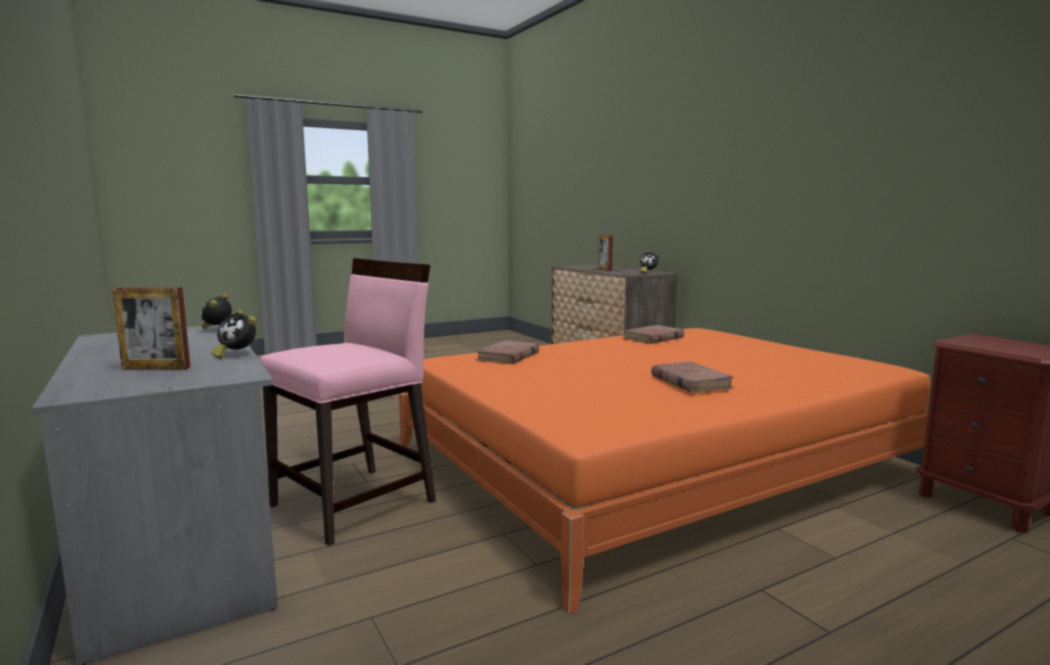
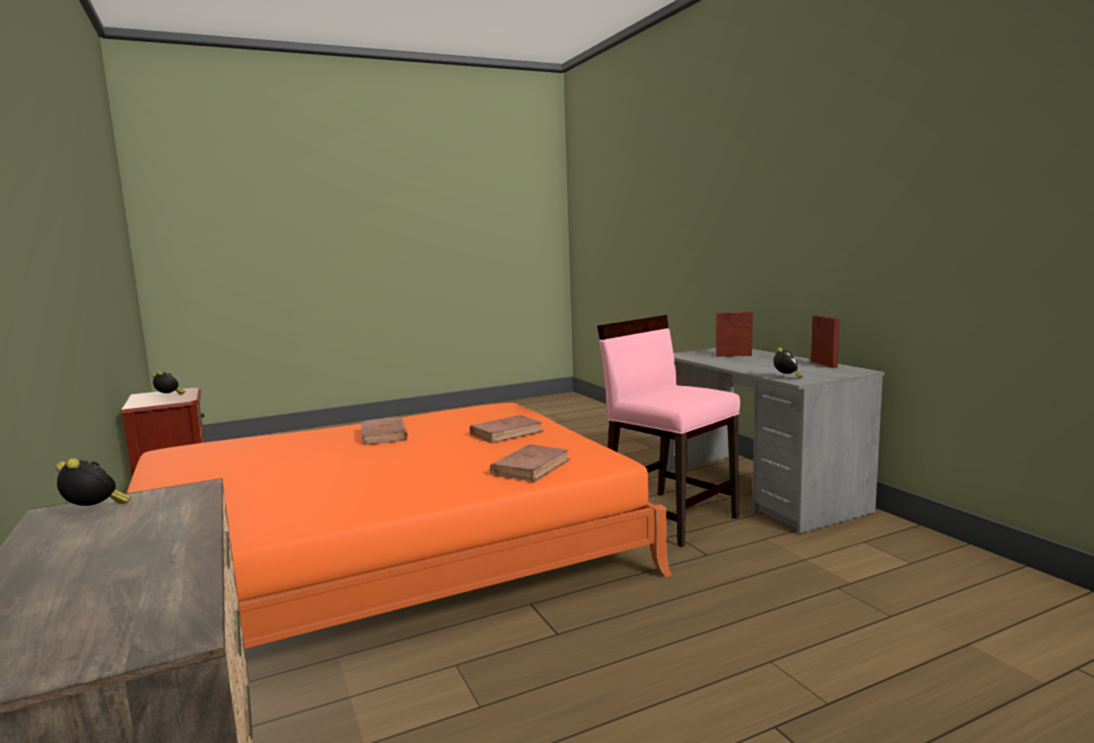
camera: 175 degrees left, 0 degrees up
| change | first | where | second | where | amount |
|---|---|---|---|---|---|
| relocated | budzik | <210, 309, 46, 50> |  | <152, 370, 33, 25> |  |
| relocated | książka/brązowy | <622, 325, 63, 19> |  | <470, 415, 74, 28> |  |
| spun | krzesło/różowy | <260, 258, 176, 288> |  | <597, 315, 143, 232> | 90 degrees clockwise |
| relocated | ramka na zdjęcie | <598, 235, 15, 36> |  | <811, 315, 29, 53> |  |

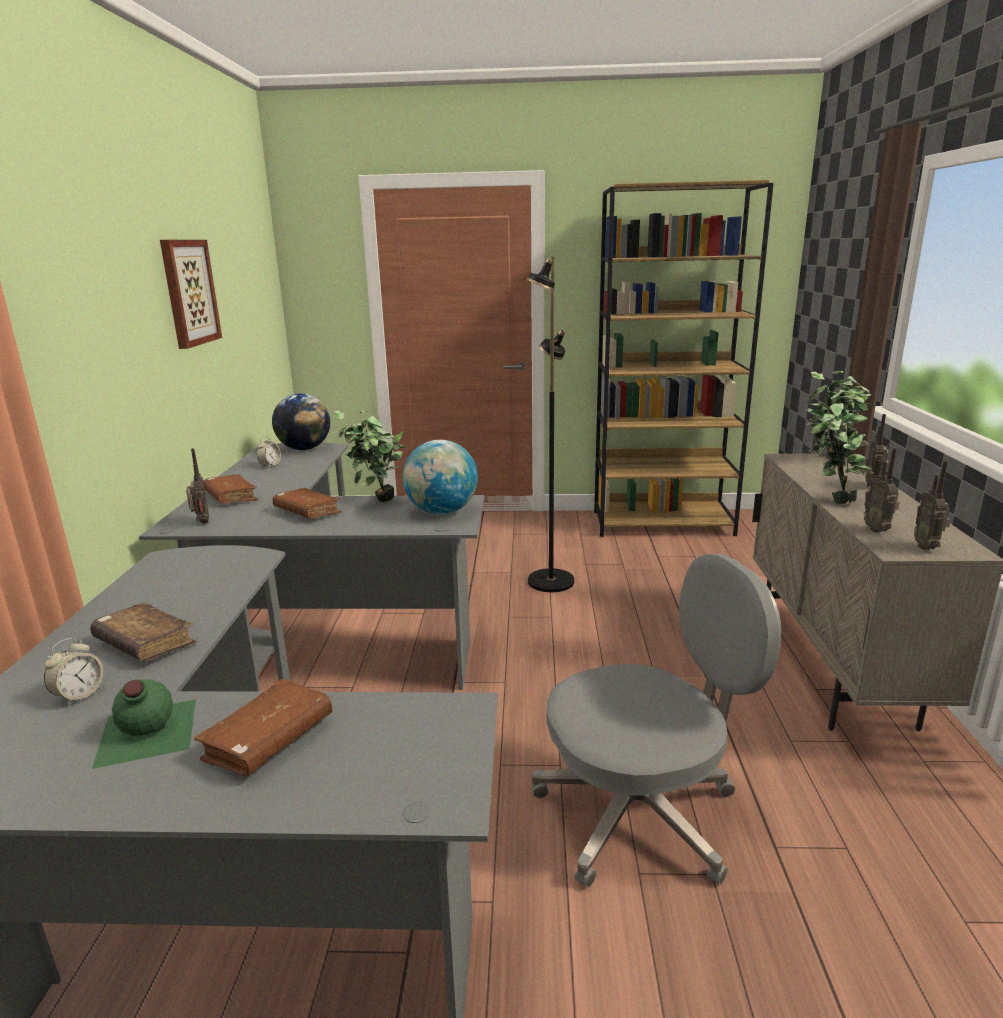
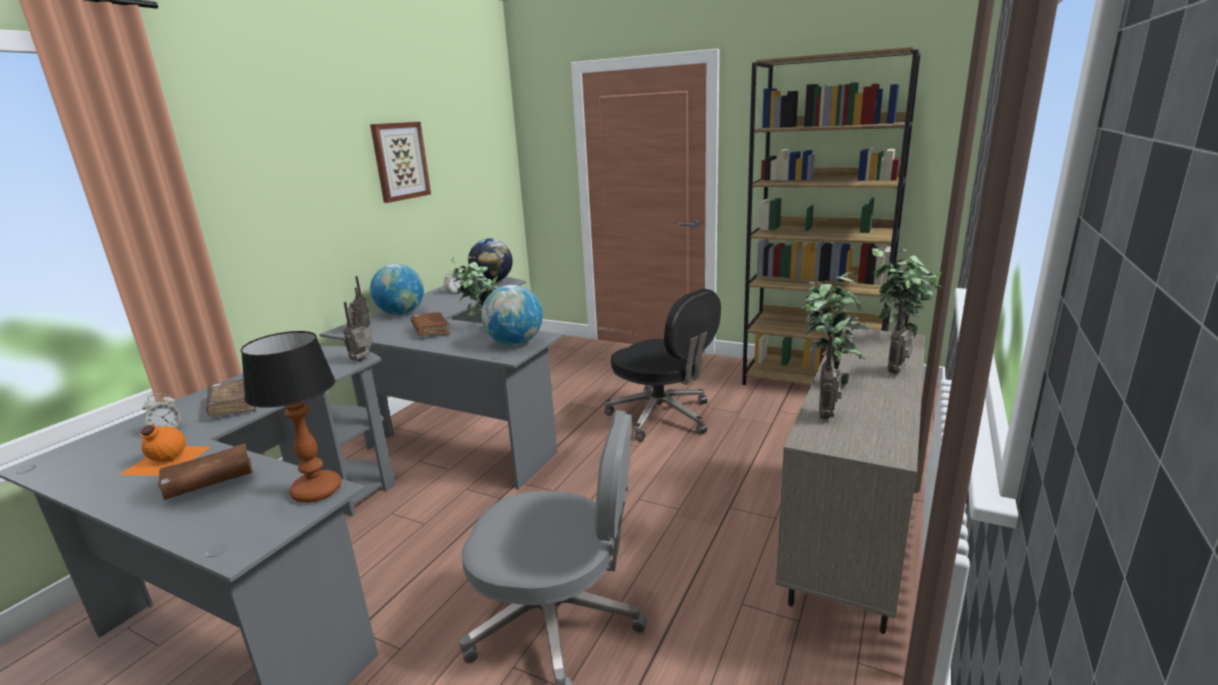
camera: 25 degrees right, 0 degrees up
| change | first | where | second | where | amount |
|---|---|---|---|---|---|
| colour | butelka/zielony | <92, 679, 104, 90> | butelka/pomarańczowy | <120, 425, 90, 51> |  |
| appeared |  |  | lampa stołowa | <241, 331, 100, 172> |  |
| relocated | radio | <914, 460, 37, 90> |  | <343, 302, 30, 59> |  |
| exchanged | książka/brązowy | <203, 474, 55, 30> | globus | <370, 264, 54, 51> |  |
| exchanged | lampa stojąca/czarny | <526, 257, 48, 335> | krzesło biurowe/czarny | <605, 288, 116, 153> |  |

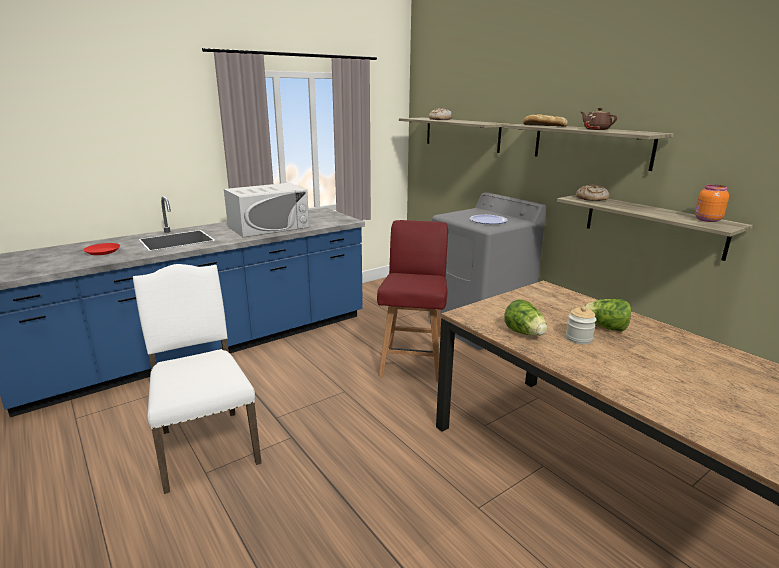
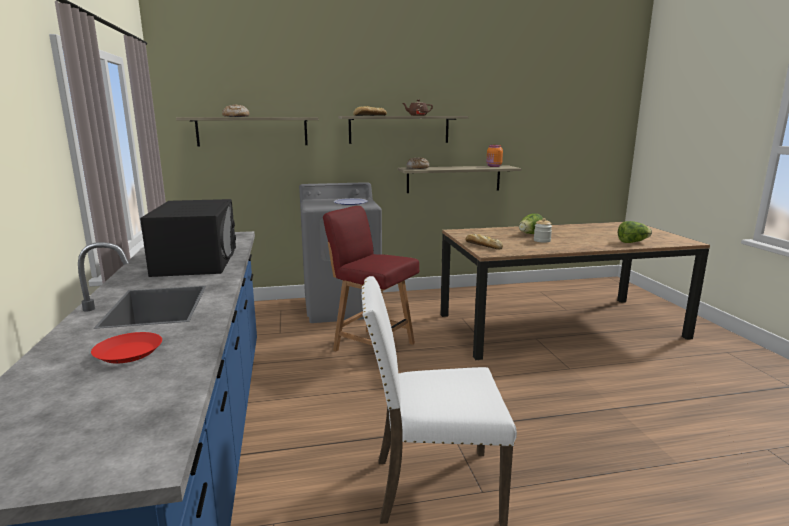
camera: 65 degrees left, 5 degrees down
| change | first | where | second | where | amount |
|---|---|---|---|---|---|
| colour | mikrofalówka/biały | <224, 183, 85, 55> | mikrofalówka/czarny | <140, 199, 96, 78> |  |
| appeared |  |  | chleb | <465, 234, 38, 15> |  |
| relocated | sałata | <504, 299, 43, 37> |  | <618, 221, 34, 22> |  |

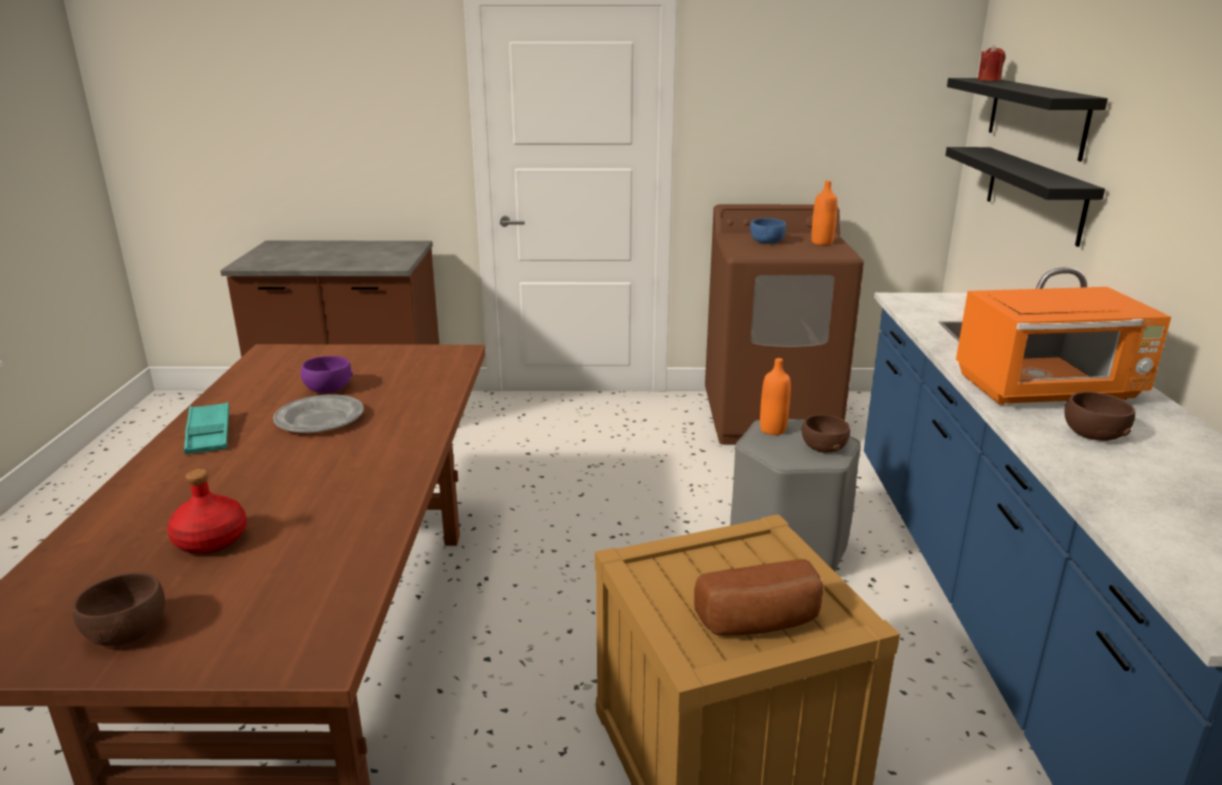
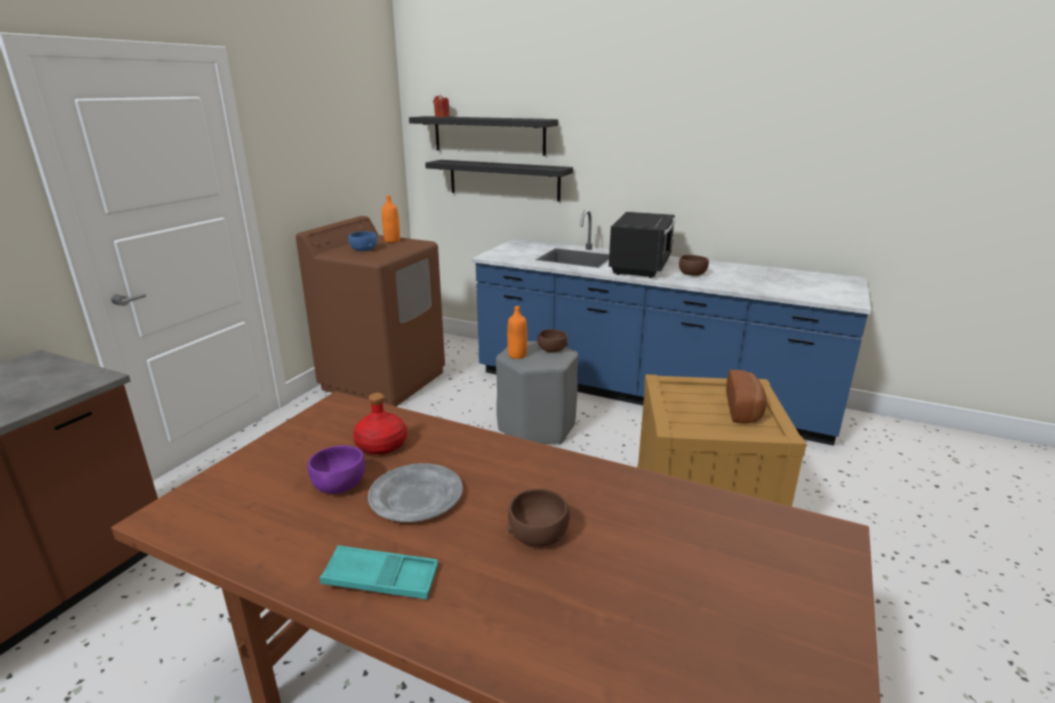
camera: 65 degrees left, 0 degrees up
| change | first | where | second | where | amount |
|---|---|---|---|---|---|
| relocated | butelka/czerwony | <167, 469, 80, 85> |  | <353, 393, 54, 62> |  |
| relocated | miska/brązowy | <72, 572, 93, 74> |  | <507, 489, 63, 58> |  |
| colour | mikrofalówka/pomarańczowy | <956, 287, 215, 118> | mikrofalówka/czarny | <609, 212, 66, 66> |  |

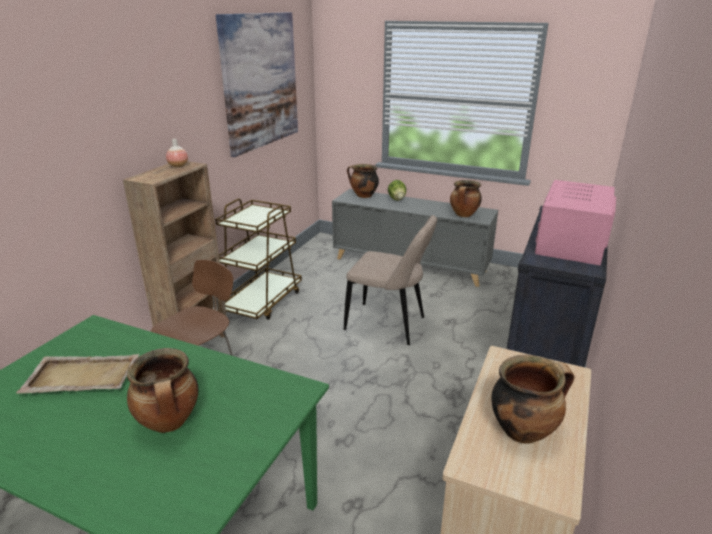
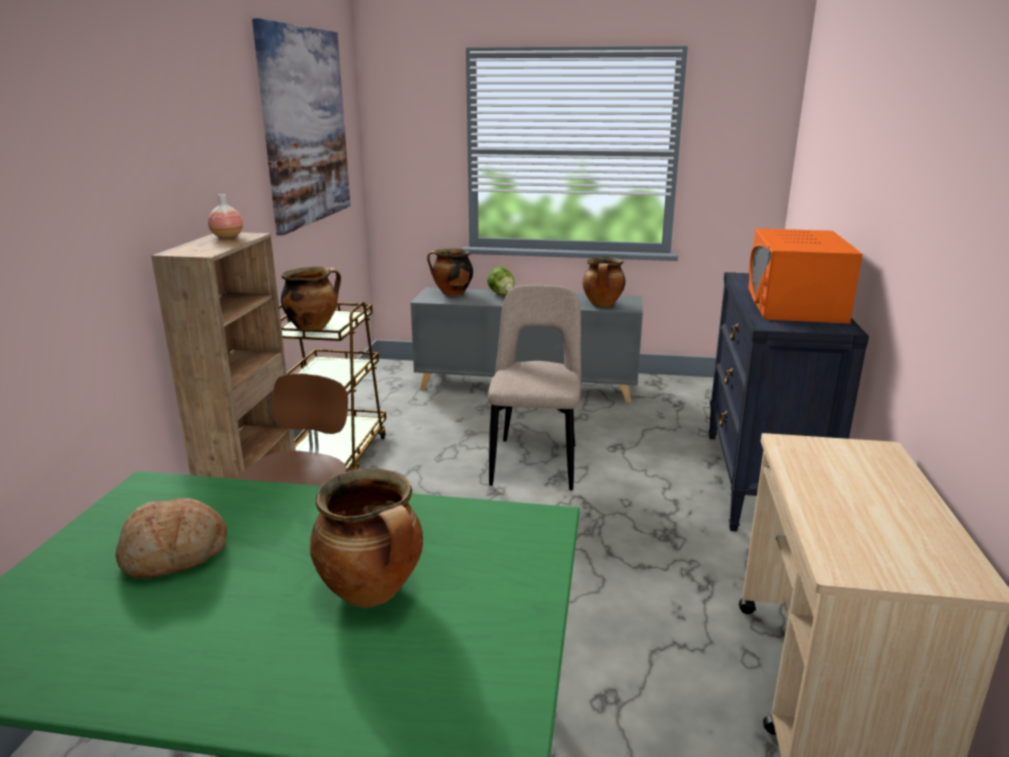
camera: 15 degrees left, 5 degrees down
| change | first | where | second | where | amount |
|---|---|---|---|---|---|
| exchanged | taca/beżowy | <16, 354, 124, 40> | chleb | <116, 498, 111, 80> |  |
| relocated | garnek | <491, 355, 84, 89> |  | <281, 267, 60, 65> |  |
| spun | krzesło/beżowy | <344, 215, 93, 130> |  | <488, 285, 93, 206> | 90 degrees counterclockwise |
| colour | mikrofalówka/różowy | <535, 180, 81, 86> | mikrofalówka/pomarańczowy | <748, 228, 115, 96> |  |

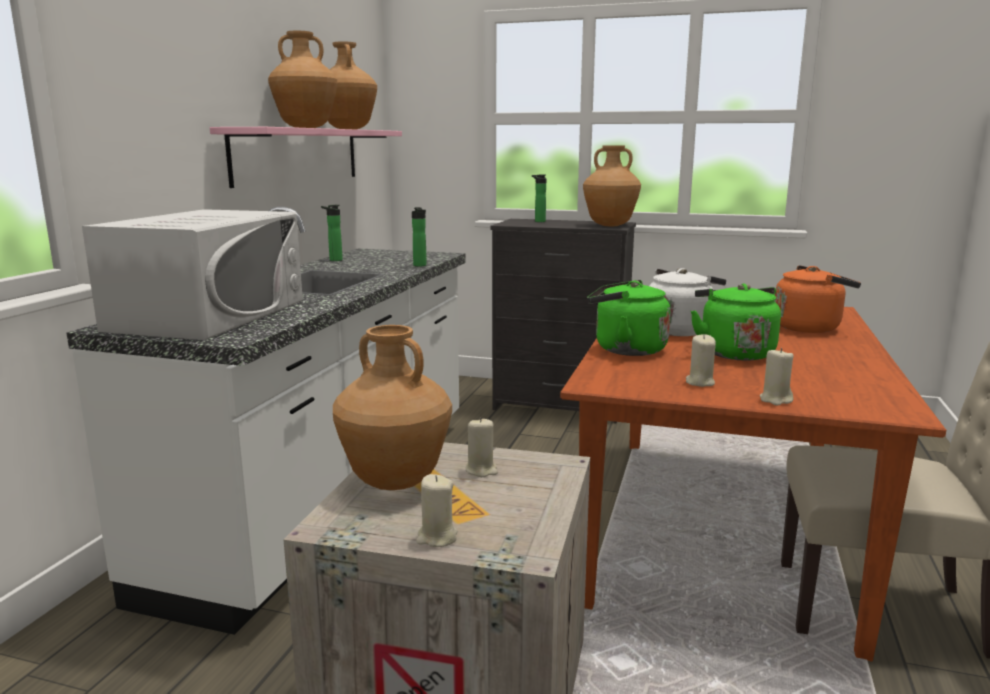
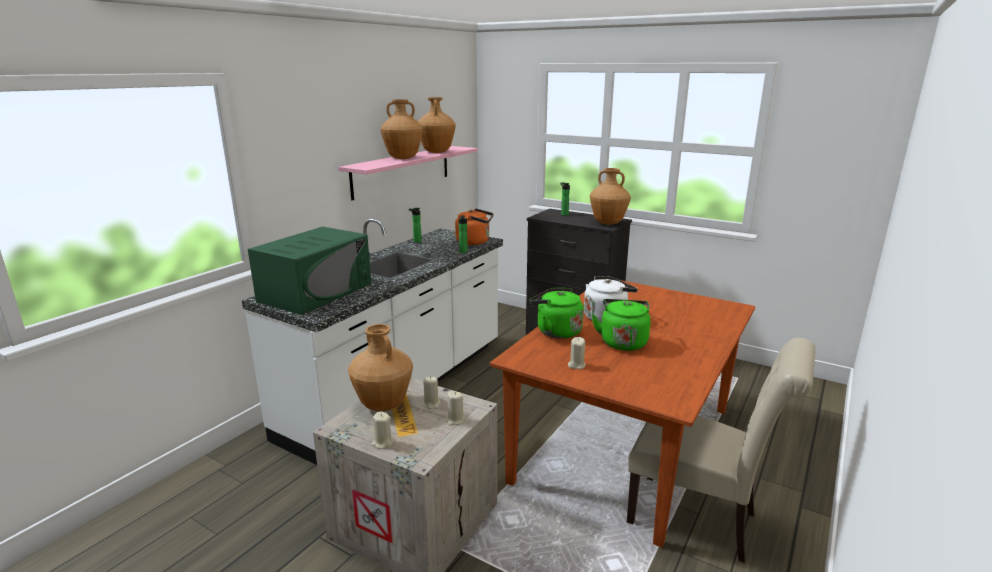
camera: 15 degrees right, 5 degrees up
| change | first | where | second | where | amount |
|---|---|---|---|---|---|
| colour | mikrofalówka/biały | <82, 209, 221, 131> | mikrofalówka/zielony | <248, 227, 123, 88> |  |
| relocated | świeca/beżowy | <760, 348, 34, 57> |  | <446, 391, 20, 35> |  |
| relocated | czajnik/pomarańczowy | <774, 265, 87, 68> |  | <455, 209, 38, 36> |  |

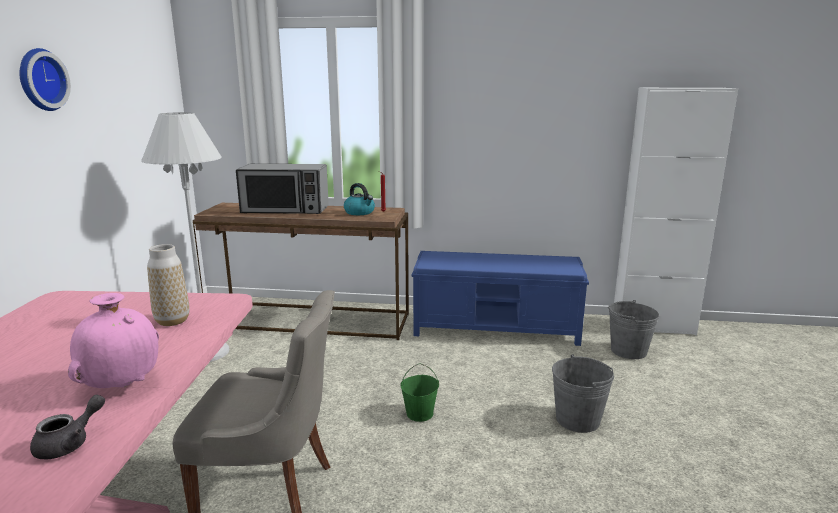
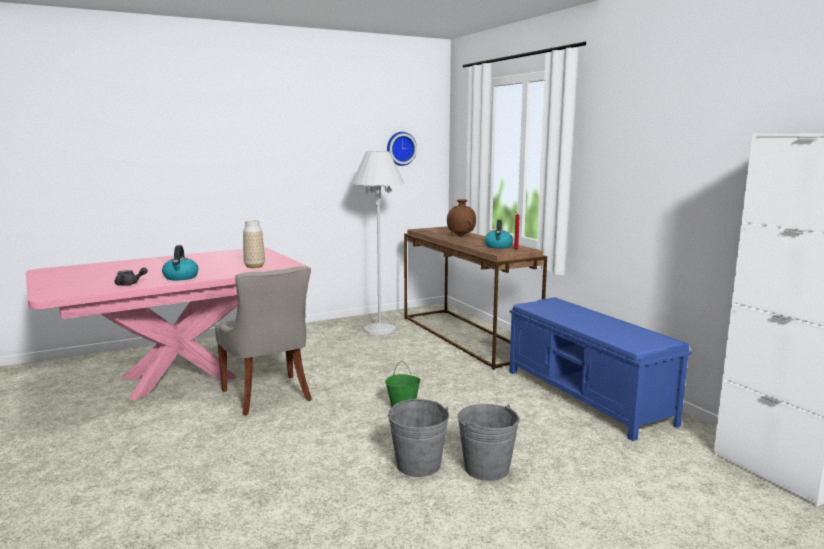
camera: 55 degrees right, 5 degrees down
| change | first | where | second | where | amount |
|---|---|---|---|---|---|
| exchanged | wazon/różowy | <68, 293, 91, 95> | czajnik | <162, 245, 36, 35> |  |
| relocated | zegar ścienny | <19, 48, 52, 63> |  | <387, 132, 30, 34> |  |
| relocated | wiadro/szary | <608, 300, 52, 59> |  | <388, 399, 61, 78> |  |
| exchanged | mikrofalówka | <236, 164, 93, 50> | wazon/brązowy | <447, 199, 29, 38> |  |

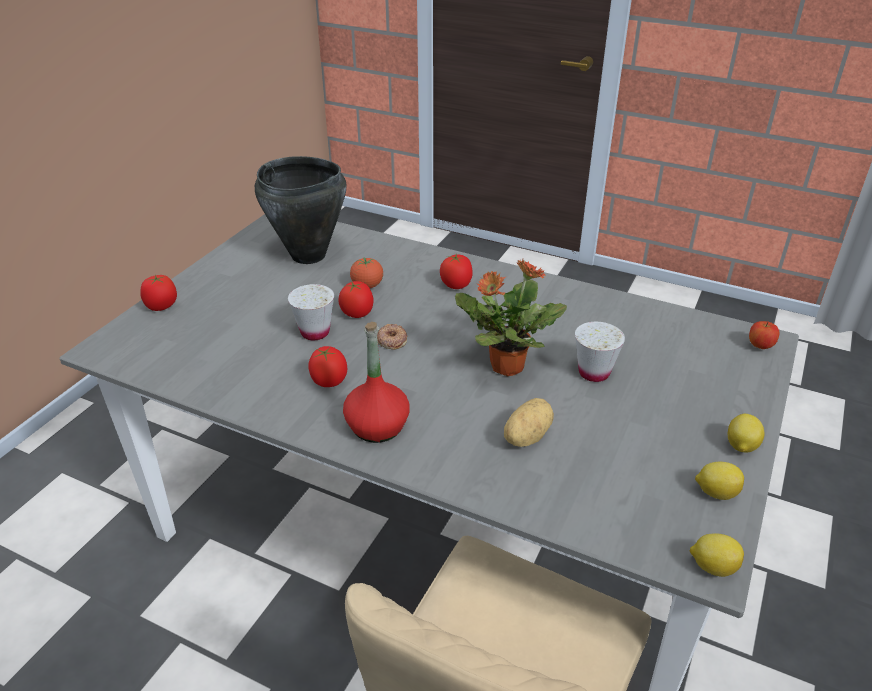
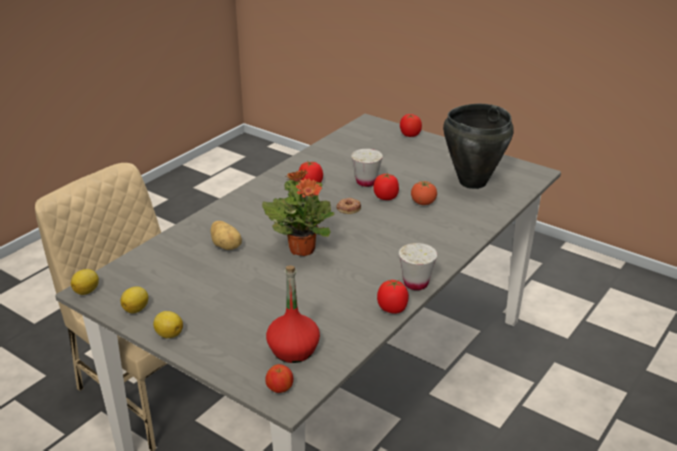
camera: 100 degrees right, 5 degrees down
| change | first | where | second | where | amount |
|---|---|---|---|---|---|
| relocated | butelka/czerwony | <343, 322, 67, 121> |  | <266, 265, 54, 98> |  |
| relocated | pomidor | <440, 253, 33, 36> |  | <377, 280, 32, 34> |  |
| relocated | filiżanka/biały | <575, 322, 50, 60> |  | <399, 243, 38, 47> |  |

